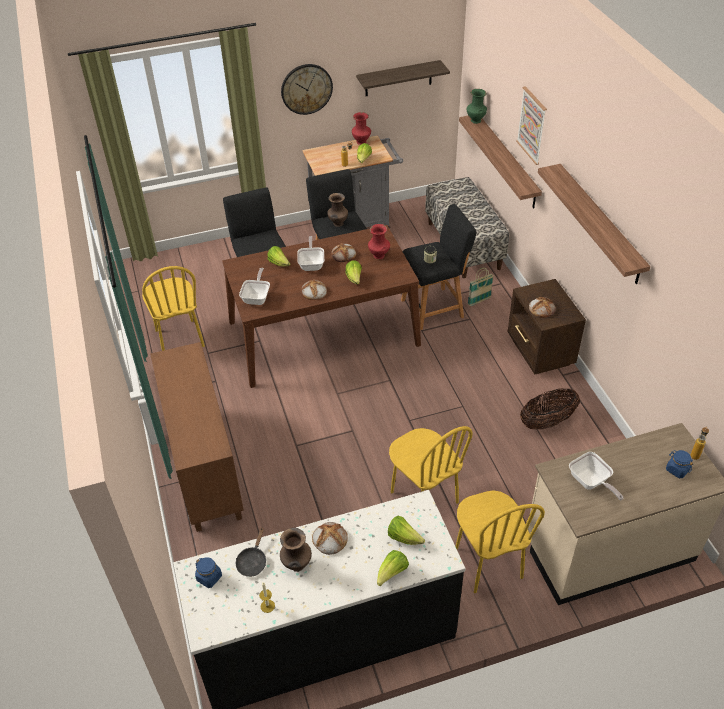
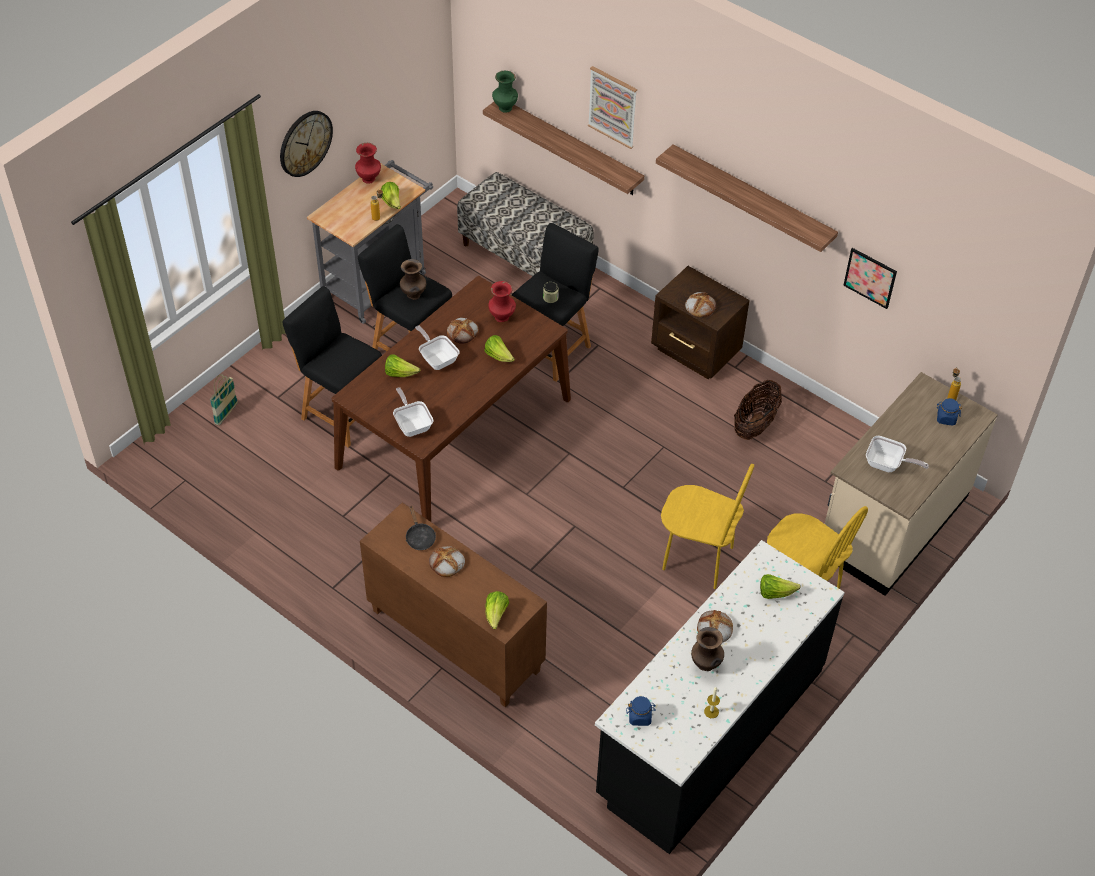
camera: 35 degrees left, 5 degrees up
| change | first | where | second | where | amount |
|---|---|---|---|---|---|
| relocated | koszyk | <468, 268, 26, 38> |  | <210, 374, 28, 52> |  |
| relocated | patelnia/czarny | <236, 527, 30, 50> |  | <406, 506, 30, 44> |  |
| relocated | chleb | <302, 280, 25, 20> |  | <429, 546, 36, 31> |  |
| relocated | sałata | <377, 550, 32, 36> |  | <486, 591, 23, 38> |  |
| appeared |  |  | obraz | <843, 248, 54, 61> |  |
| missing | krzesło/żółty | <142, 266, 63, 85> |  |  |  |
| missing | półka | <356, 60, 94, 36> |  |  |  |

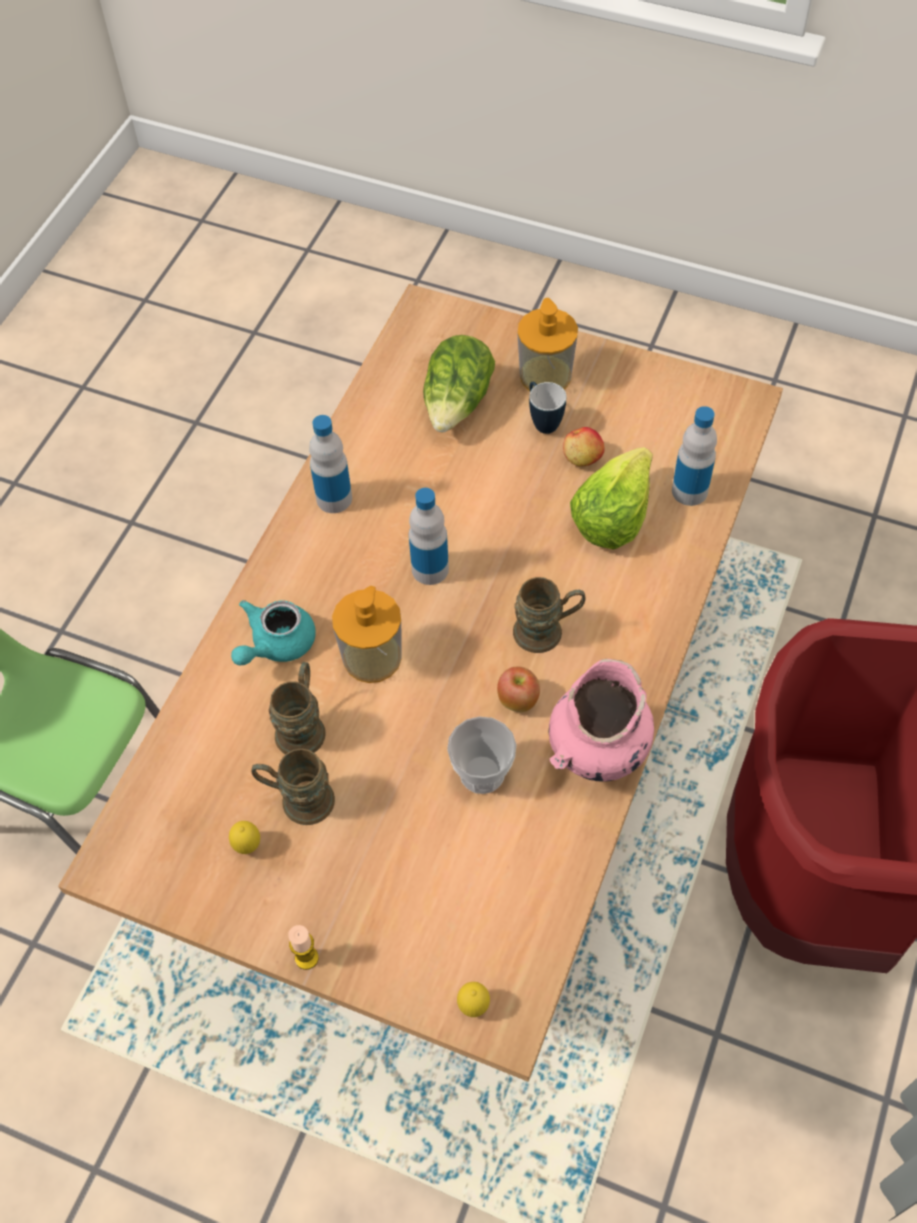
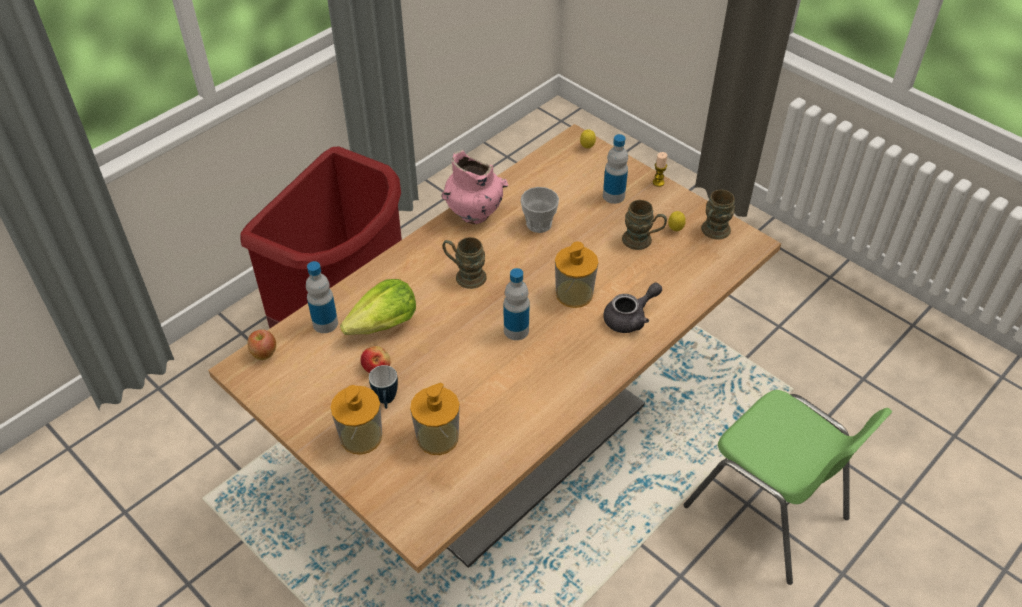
camera: 160 degrees left, 10 degrees down
| change | first | where | second | where | amount |
|---|---|---|---|---|---|
| relocated | jabłko | <497, 667, 43, 45> |  | <247, 329, 29, 31> |  |
| exchanged | sałata | <423, 335, 72, 97> | dozownik mydła | <410, 383, 50, 72> |  |
| relocated | butelka | <309, 415, 43, 98> |  | <603, 134, 25, 70> |  |
| colour | imbryk/turkusowy | <231, 600, 85, 65> | imbryk/szary | <604, 282, 58, 51> |  |
| relocated | kubek/brązowy | <269, 662, 57, 92> |  | <701, 190, 34, 49> |  |

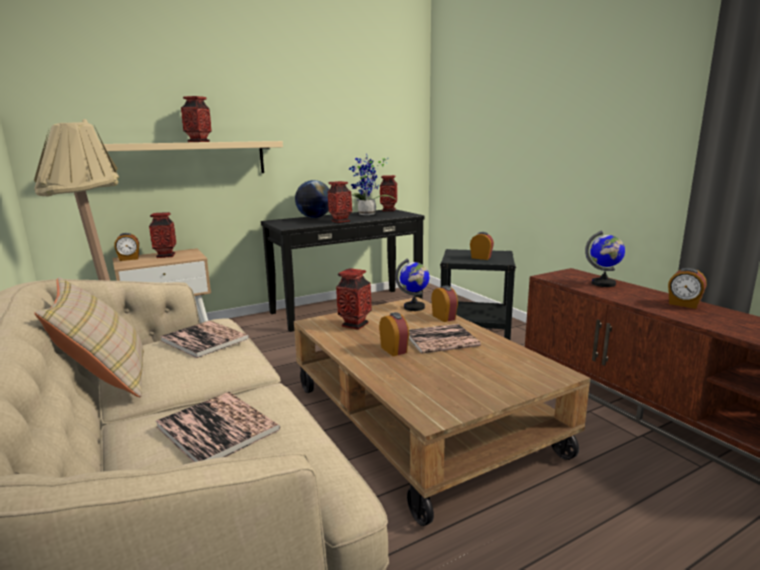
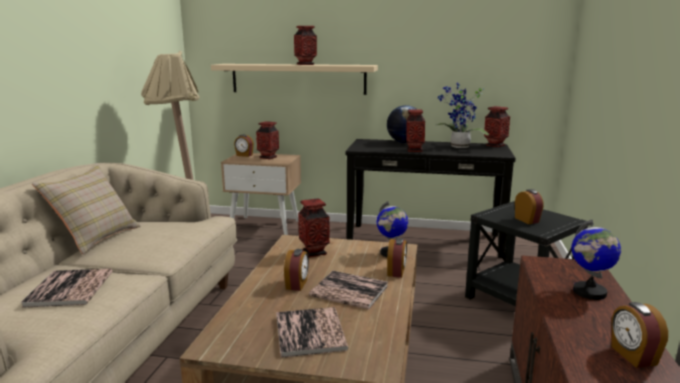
camera: 40 degrees right, 0 degrees up
| change | first | where | second | where | amount |
|---|---|---|---|---|---|
| relocated | książka | <160, 321, 89, 37> |  | <276, 307, 72, 51> |  |

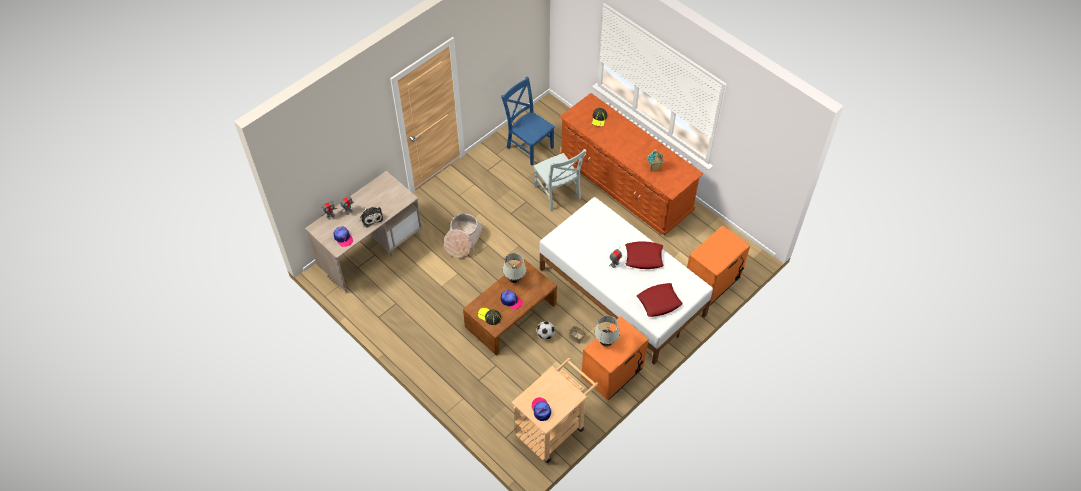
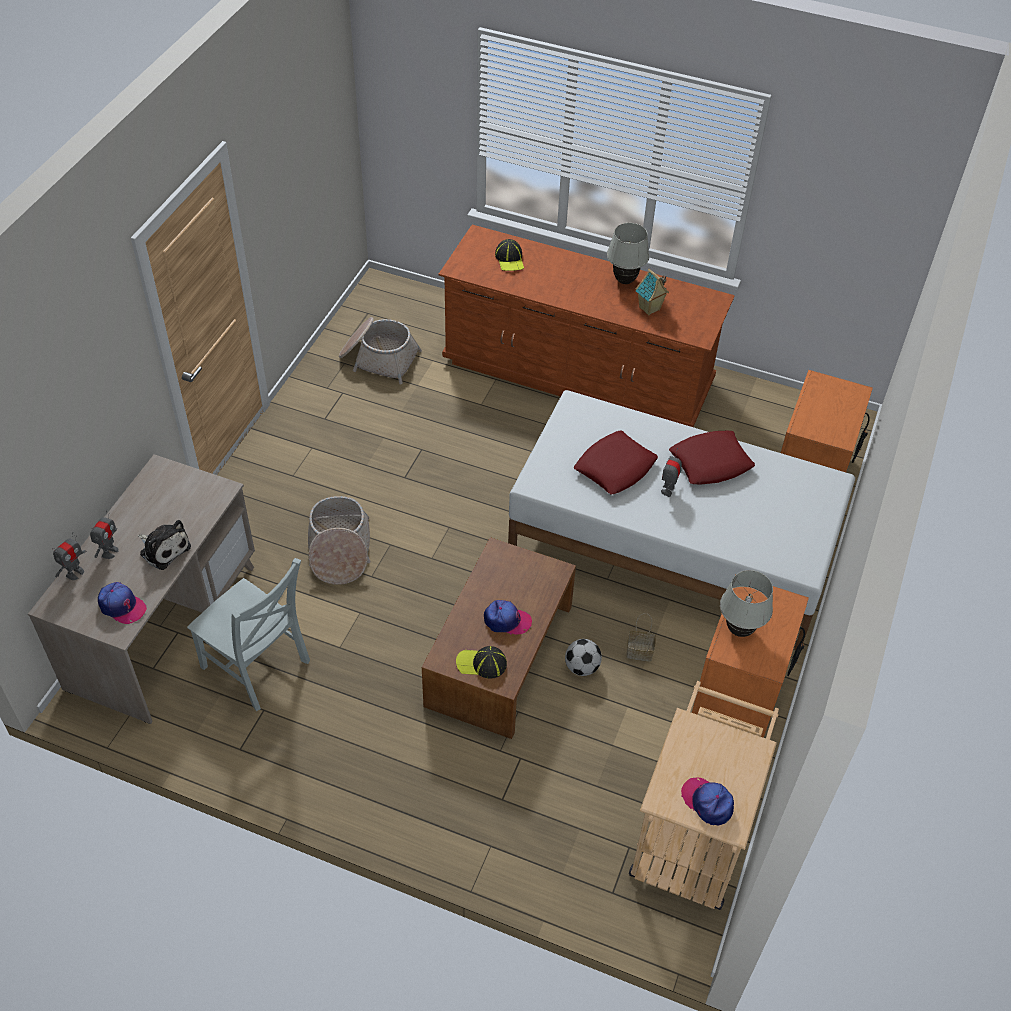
camera: 25 degrees left, 5 degrees down
| change | first | where | second | where | amount |
|---|---|---|---|---|---|
| relocated | krzesło/szary | <534, 149, 53, 62> |  | <187, 558, 123, 153> |  |
| exchanged | krzesło/niebieski | <501, 76, 54, 89> | koszyk | <339, 317, 83, 67> |  |
| relocated | poduszka/czerwony | <637, 283, 46, 34> |  | <574, 430, 84, 65> |  |
| relocated | lampa stołowa/biały | <502, 253, 24, 30> |  | <607, 223, 42, 61> |  |

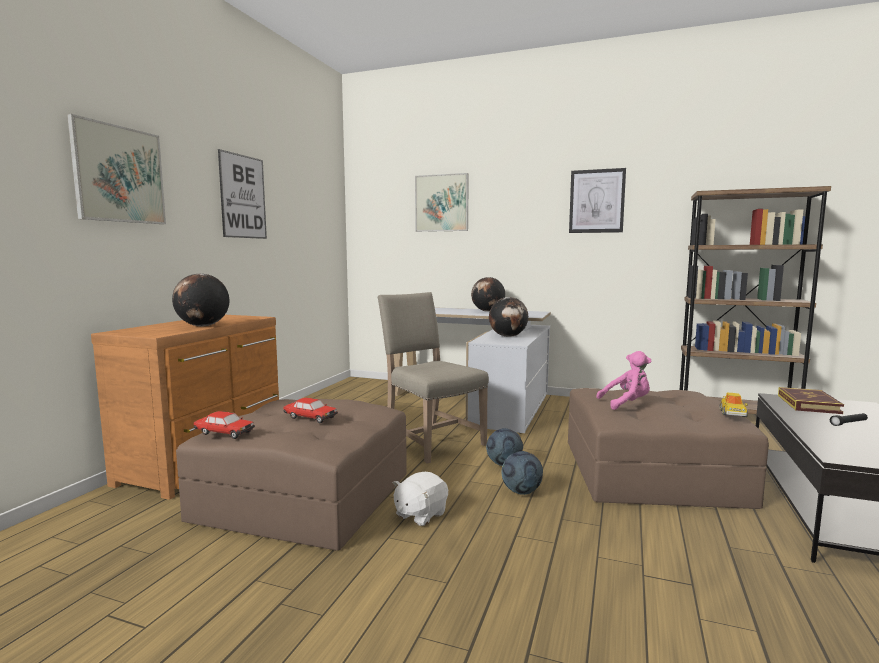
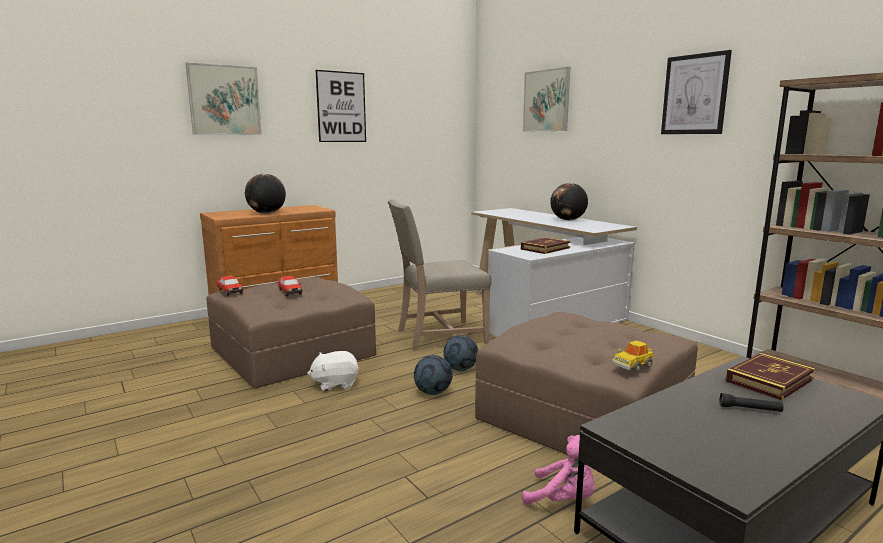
camera: 35 degrees right, 5 degrees up
| change | first | where | second | where | amount |
|---|---|---|---|---|---|
| spun | krzesło/beżowy | <378, 292, 111, 172> |  | <388, 199, 104, 152> | 105 degrees counterclockwise |
| exchanged | globus | <489, 297, 39, 40> | książka | <521, 237, 50, 17> |  |
| relocated | pluszak/różowy | <596, 351, 56, 59> |  | <522, 435, 73, 70> |  |

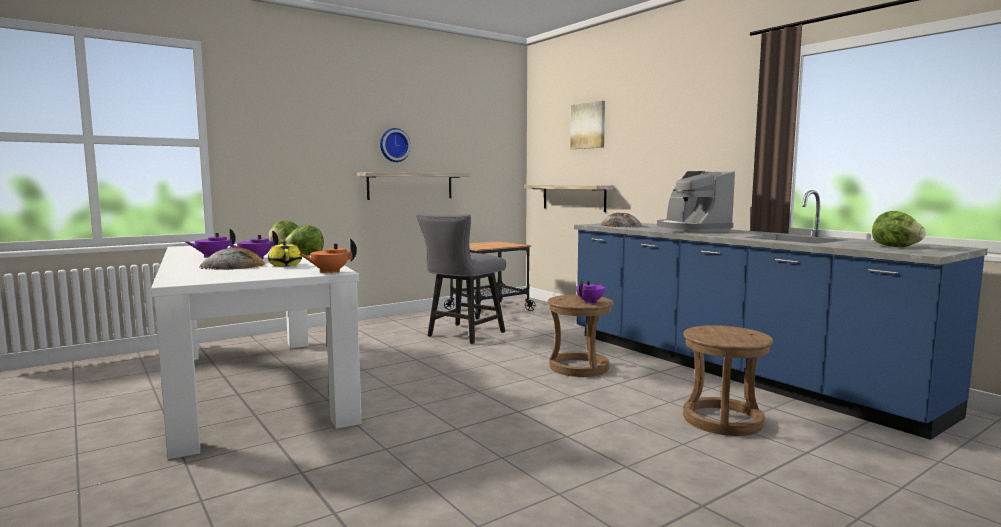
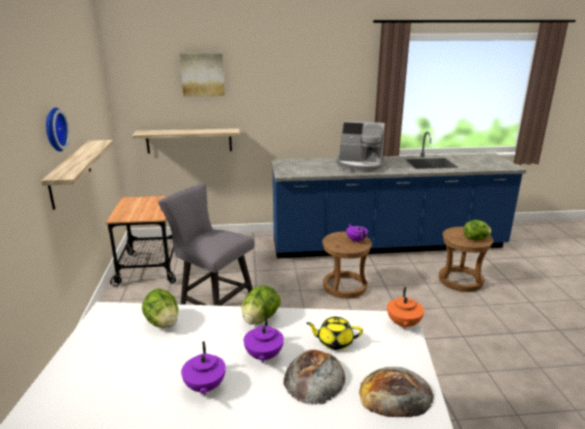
camera: 60 degrees left, 15 degrees up
| change | first | where | second | where | amount |
|---|---|---|---|---|---|
| spun | krzesło/szary | <416, 213, 90, 131> |  | <158, 183, 97, 123> | 150 degrees clockwise |
| relocated | chleb | <601, 213, 41, 14> |  | <359, 367, 75, 50> |  |
| relocated | sałata | <872, 211, 54, 36> |  | <463, 220, 28, 20> |  |

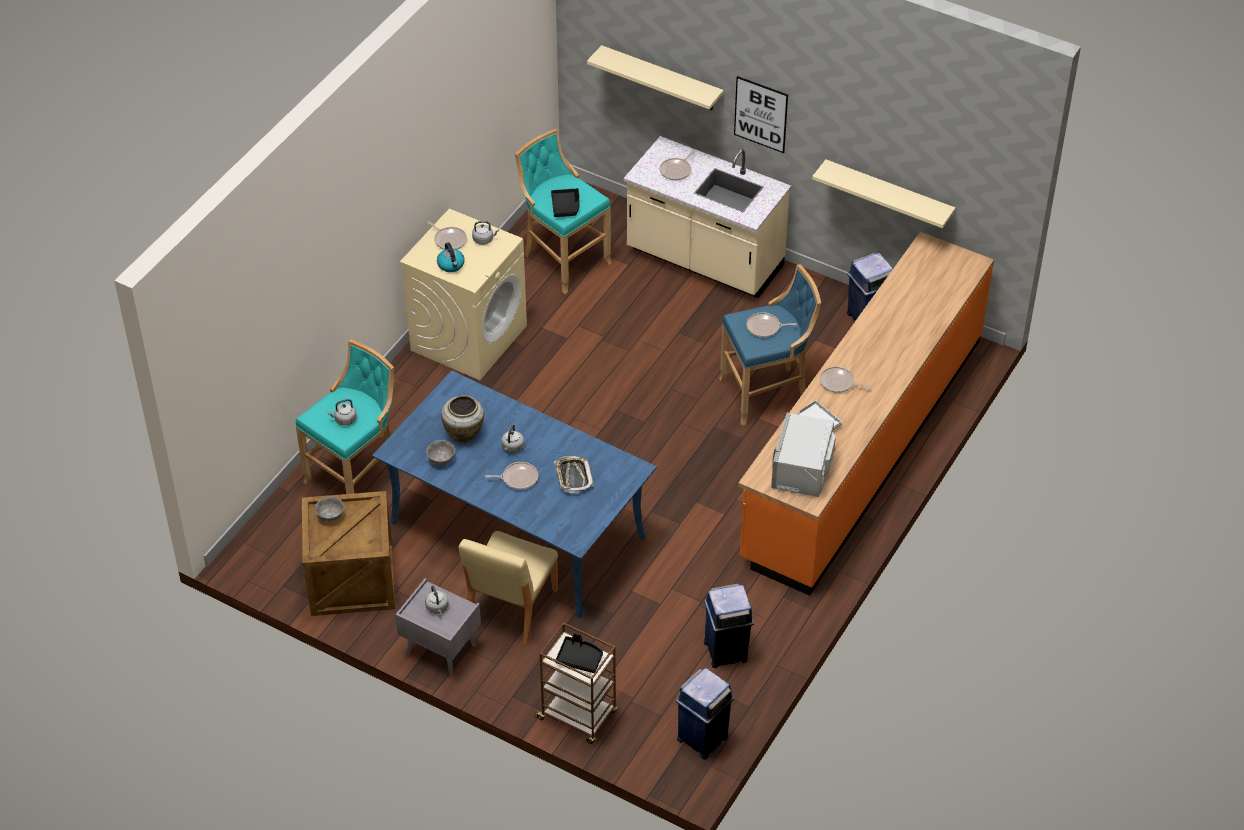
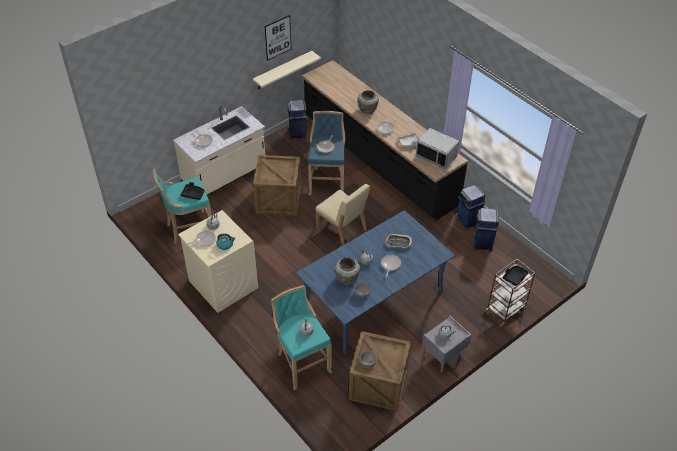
camera: 70 degrees left, 0 degrees up
| change | first | where | second | where | amount |
|---|---|---|---|---|---|
| appeared |  |  | skrzynka | <253, 155, 48, 61> |  |
| relocated | obraz | <734, 76, 54, 77> |  | <265, 15, 26, 46> |  |
| colour | zabudowa kuchenna/pomarańczowy | <738, 232, 256, 364> | zabudowa kuchenna/czarny | <302, 60, 166, 160> |  |
| relocated | krzesło/beżowy | <459, 531, 99, 114> |  | <315, 184, 55, 62> |  |
| appeared |  |  | wazon/beżowy | <357, 90, 22, 24> |  |
| relocated | kosz na śmieci/niebieski | <676, 668, 58, 92> |  | <456, 185, 30, 45> |  |
| missing | półka/beżowy | <587, 45, 136, 65> |  |  |  |

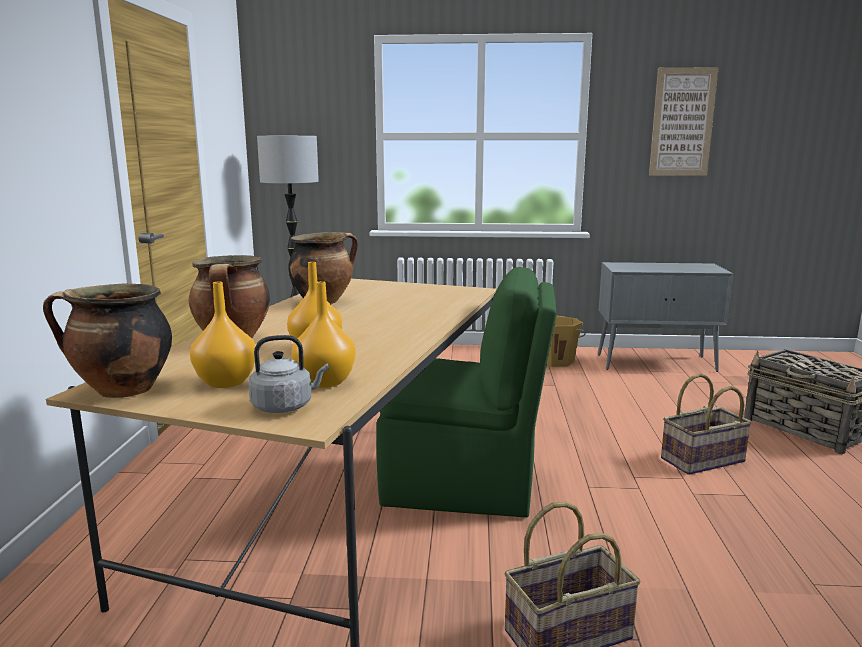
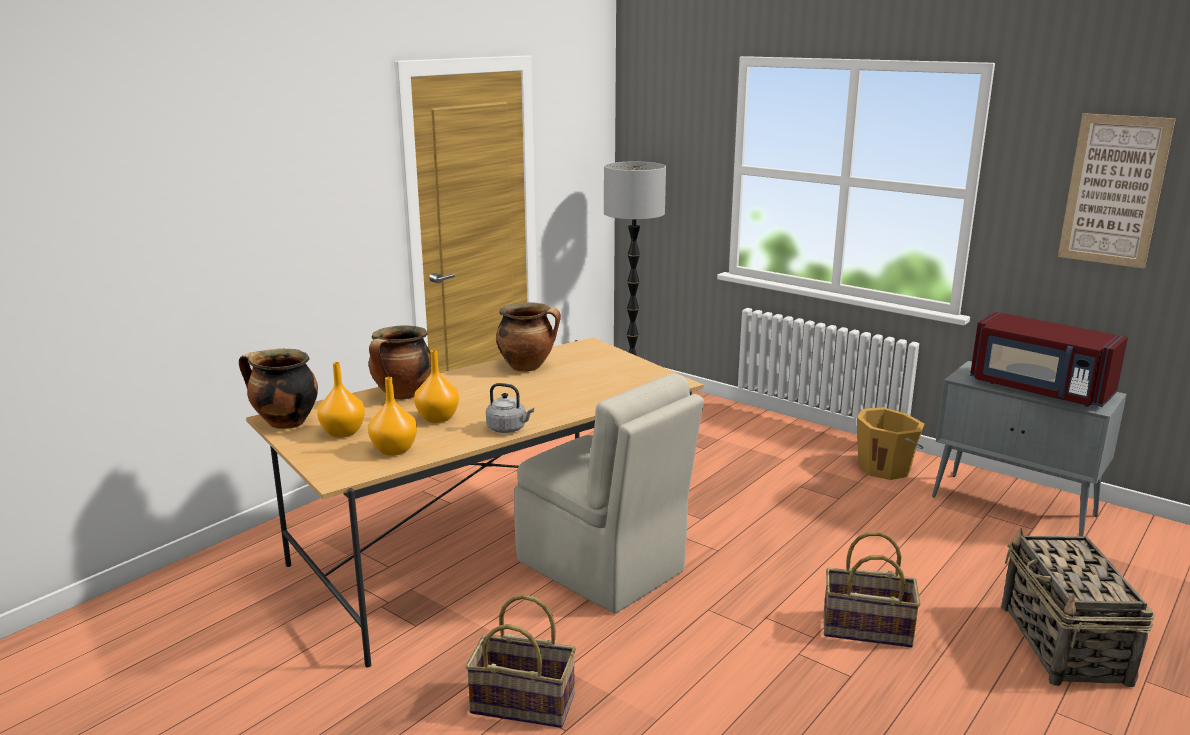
camera: 35 degrees right, 5 degrees up
| change | first | where | second | where | amount |
|---|---|---|---|---|---|
| relocated | czajnik/szary | <248, 335, 81, 78> |  | <486, 383, 48, 50> |  |
| colour | krzesło/zielony | <377, 267, 180, 251> | krzesło/beżowy | <514, 374, 190, 239> |  |
| appeared |  |  | mikrofalówka/czerwony | <970, 312, 158, 95> |  |

